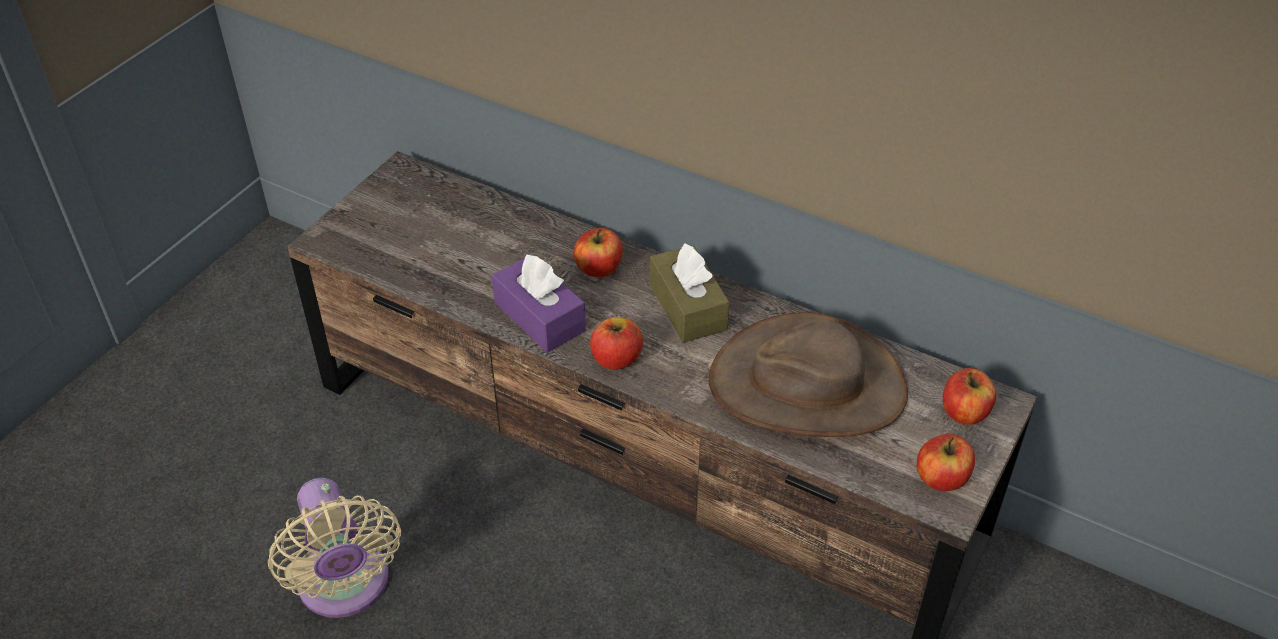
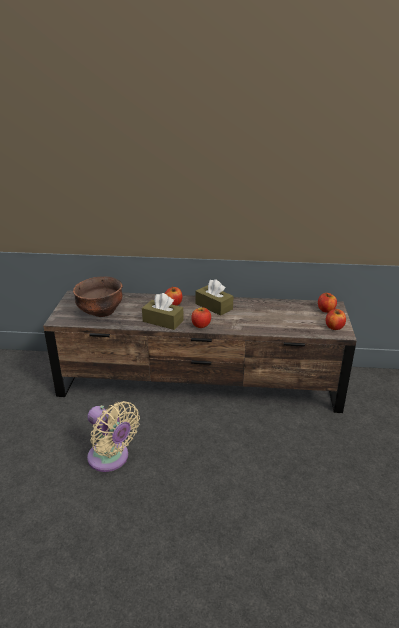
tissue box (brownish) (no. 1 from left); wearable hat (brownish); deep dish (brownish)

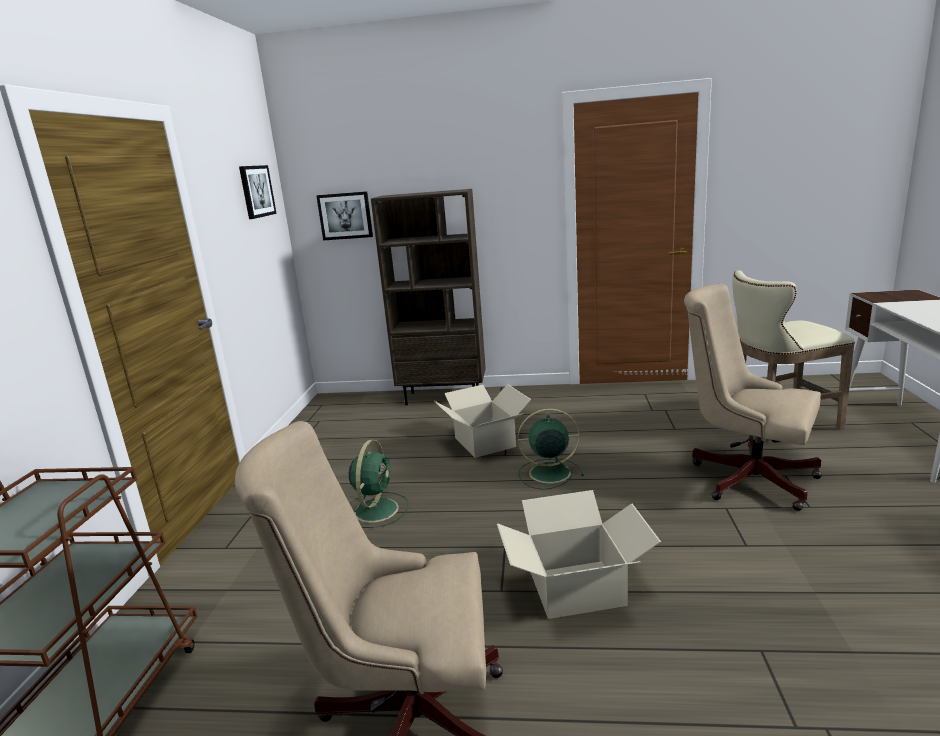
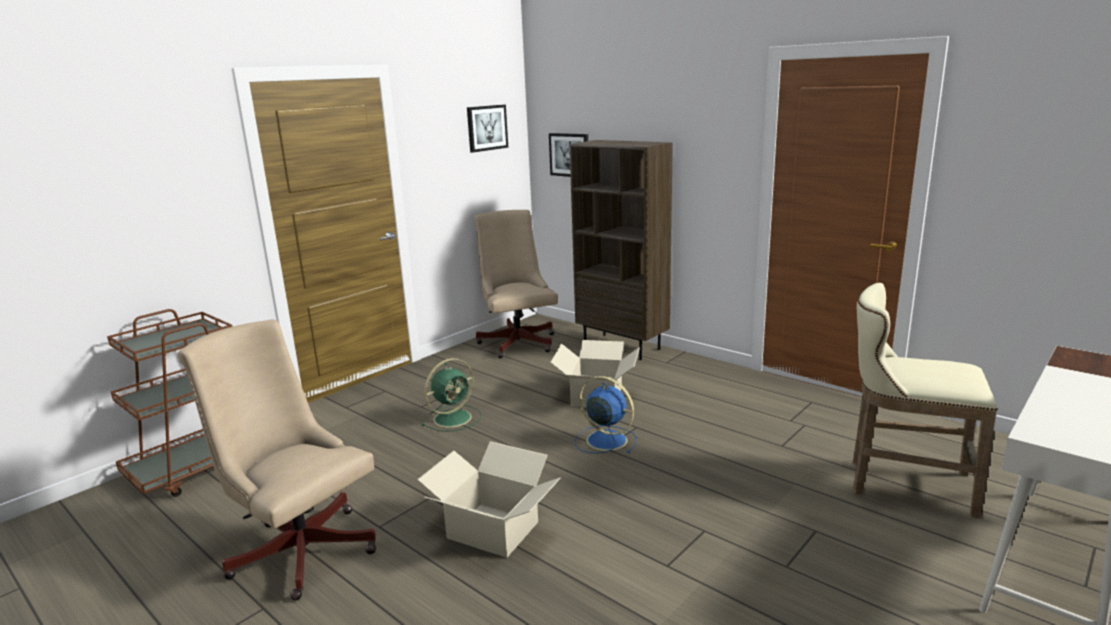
electric fan (bluish); desk chair (beige) (no. 2 from left)

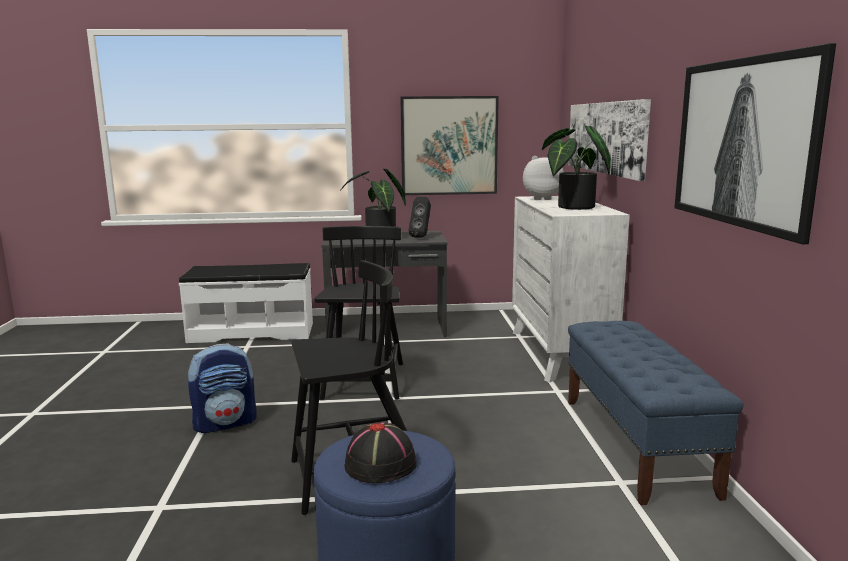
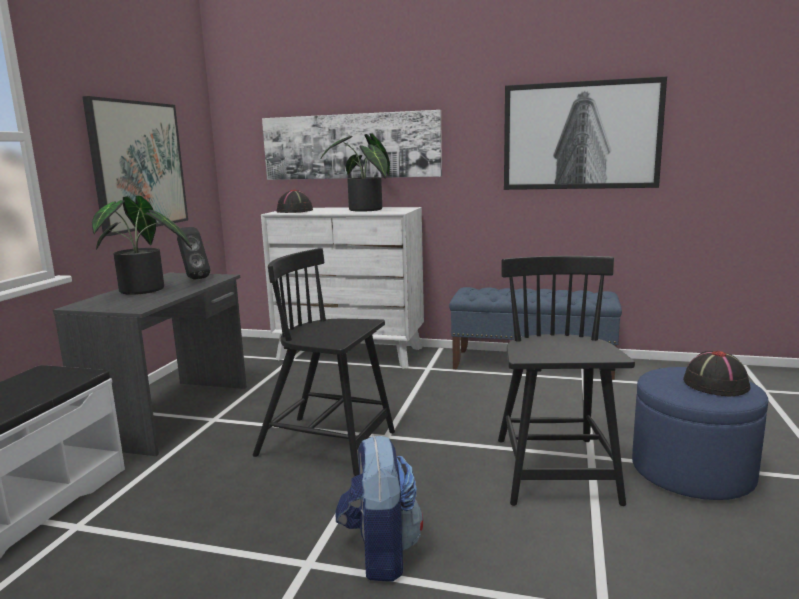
wearable hat (black-coloured) (no. 1 from left)

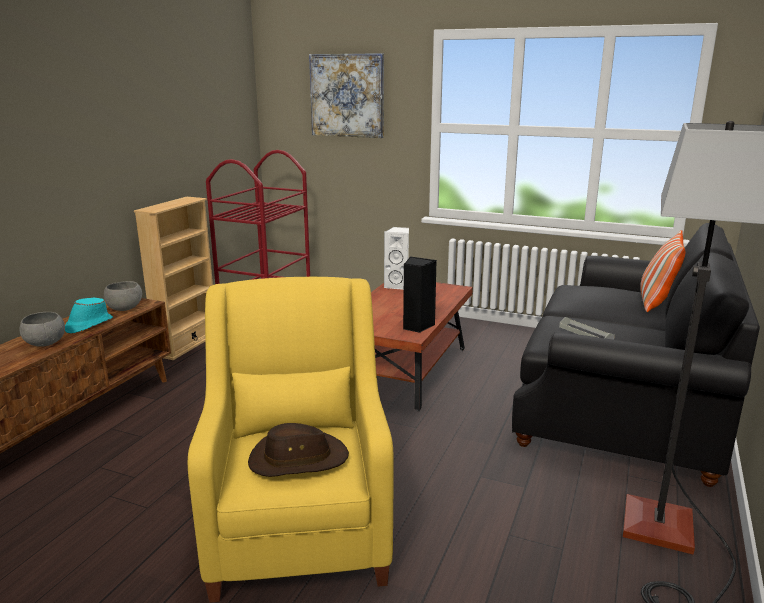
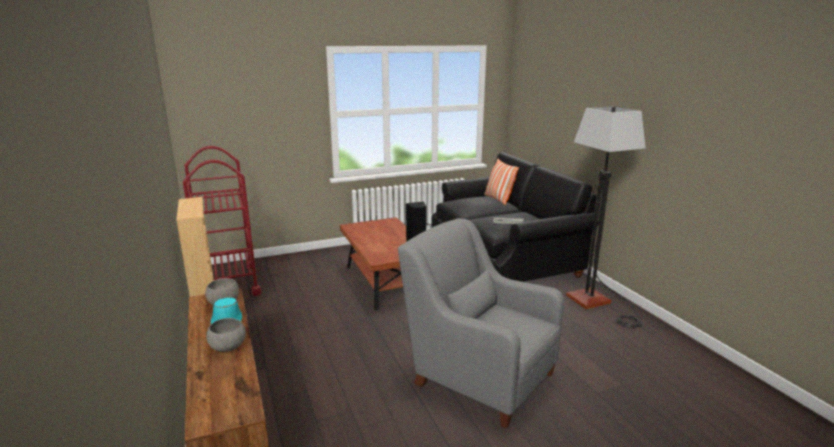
easy chair (gray); wearable hat (brownish); wall picture; audio speaker (whitish)

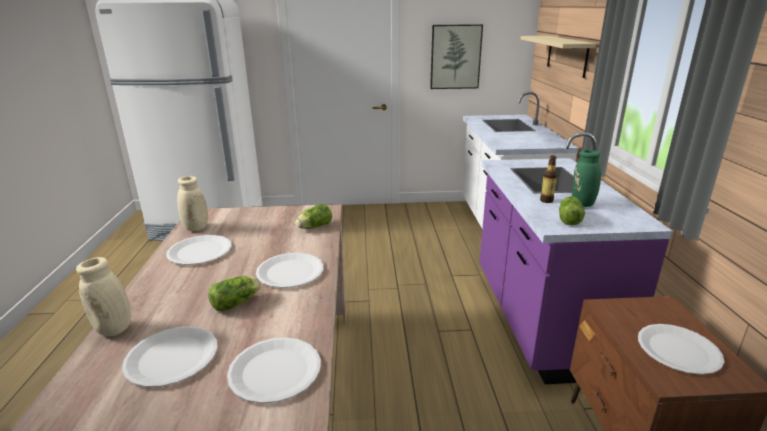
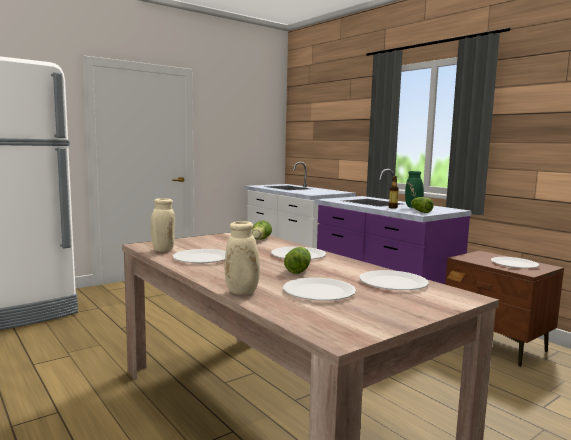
wall picture; bracket shelf (beige)

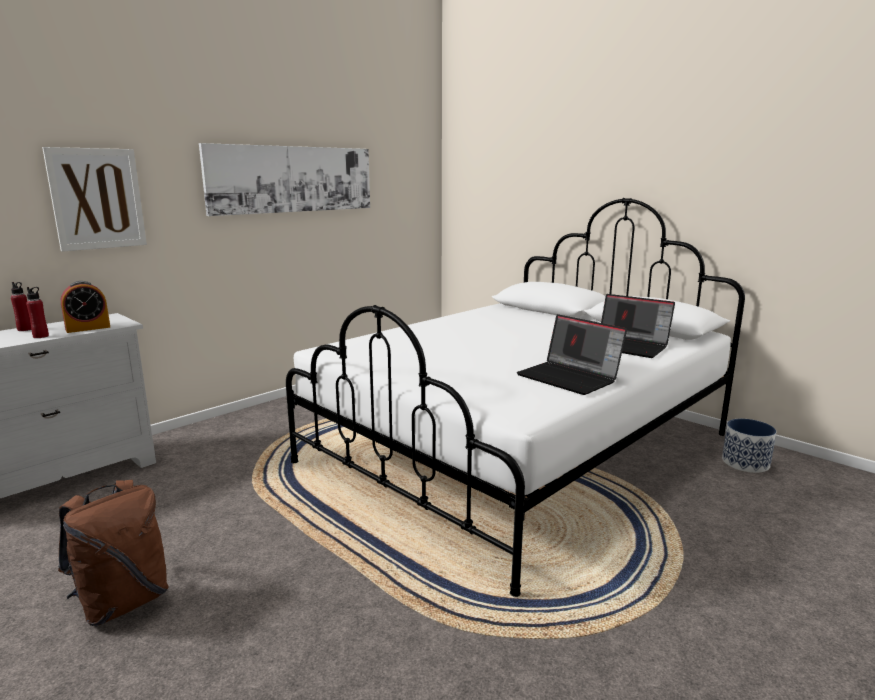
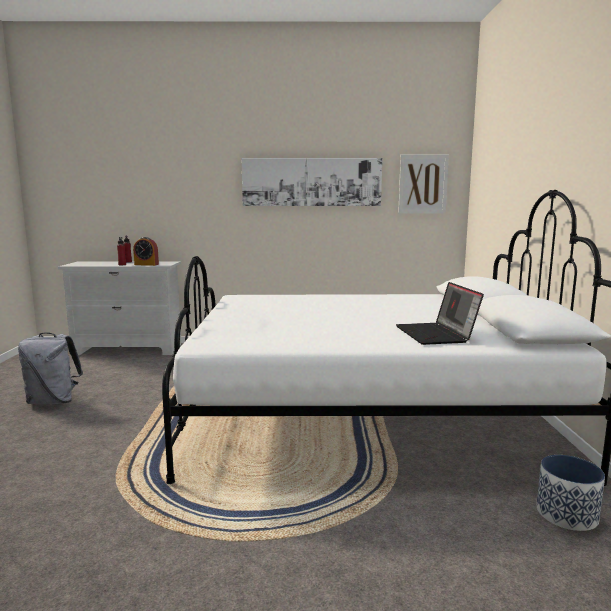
wall picture (no. 2 from left); backpack (gray); portable computer (no. 1 from left in the first image)

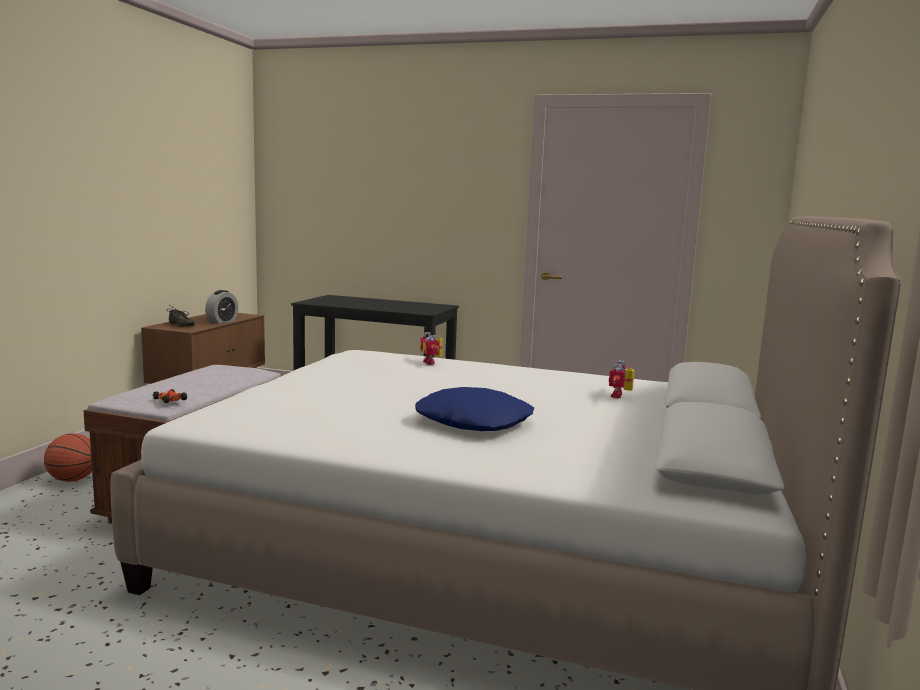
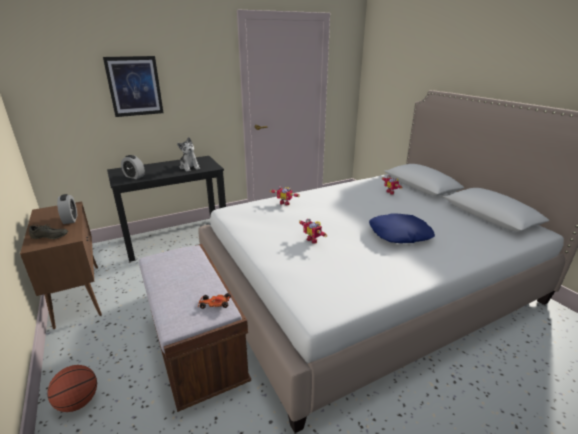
wall picture; table clock (no. 2 from left); plush toy; toy robot (no. 2 from left)

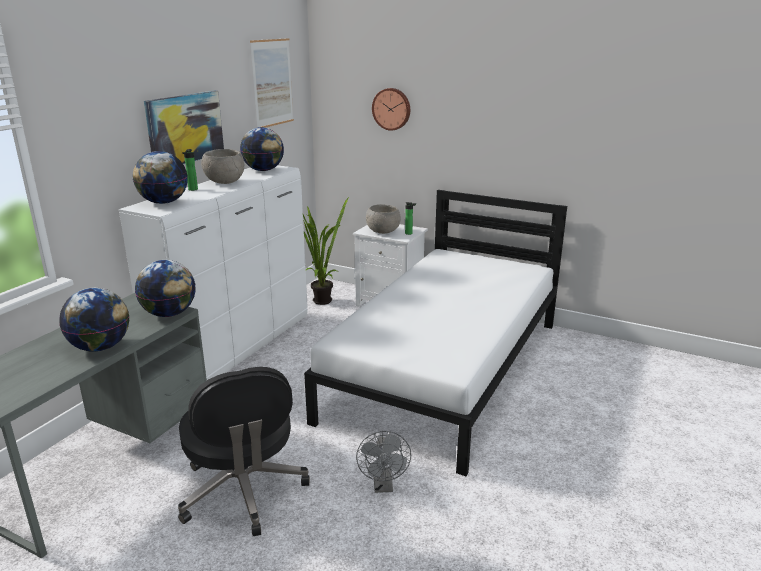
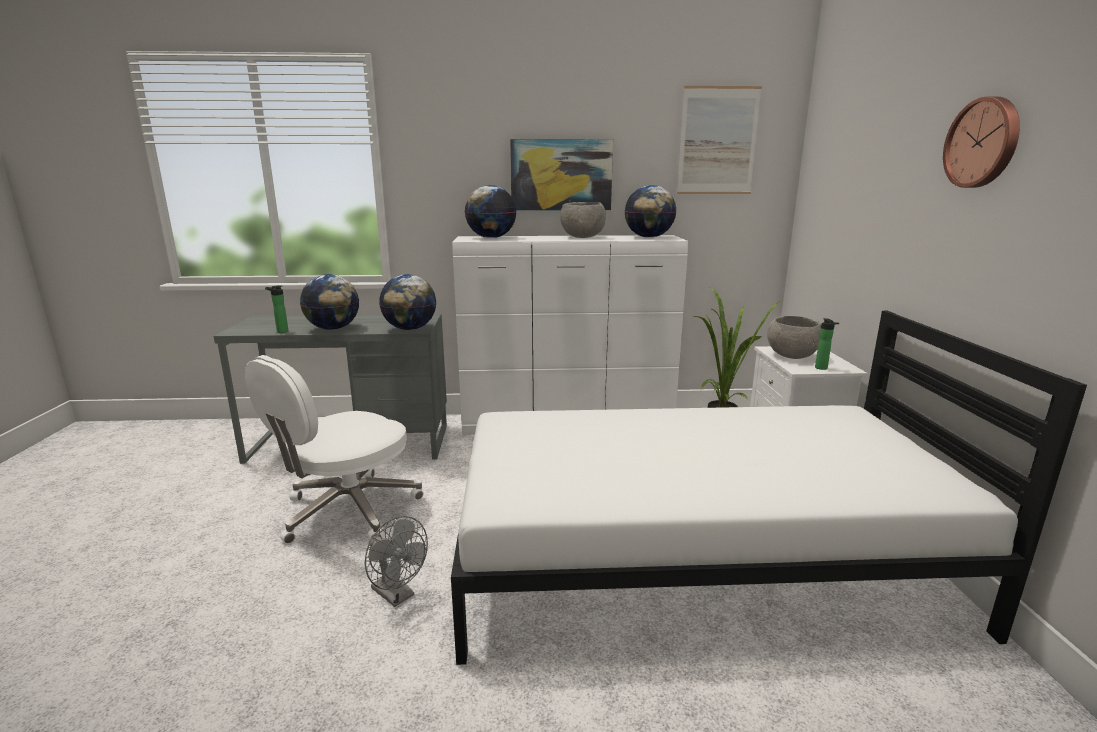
desk chair (whitish); beverage bottle (no. 1 from left); electric fan (gray); hanging clock

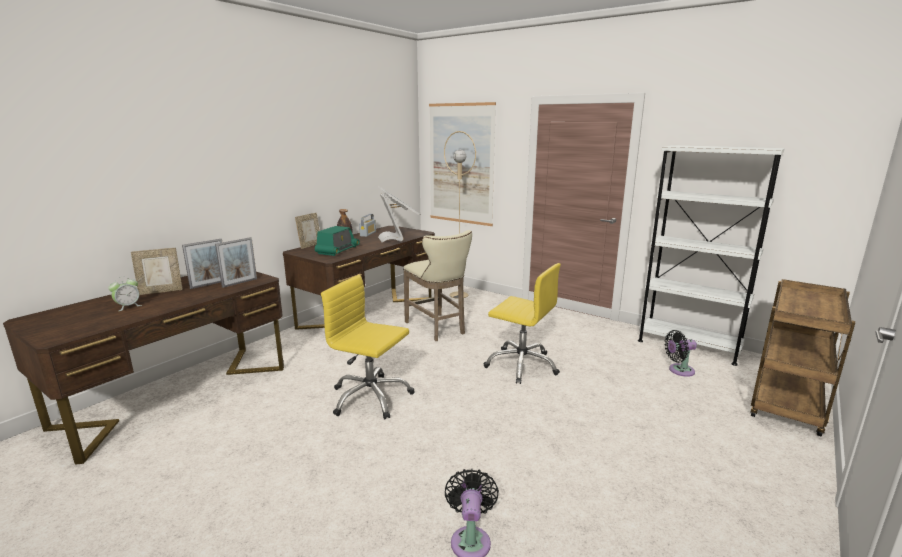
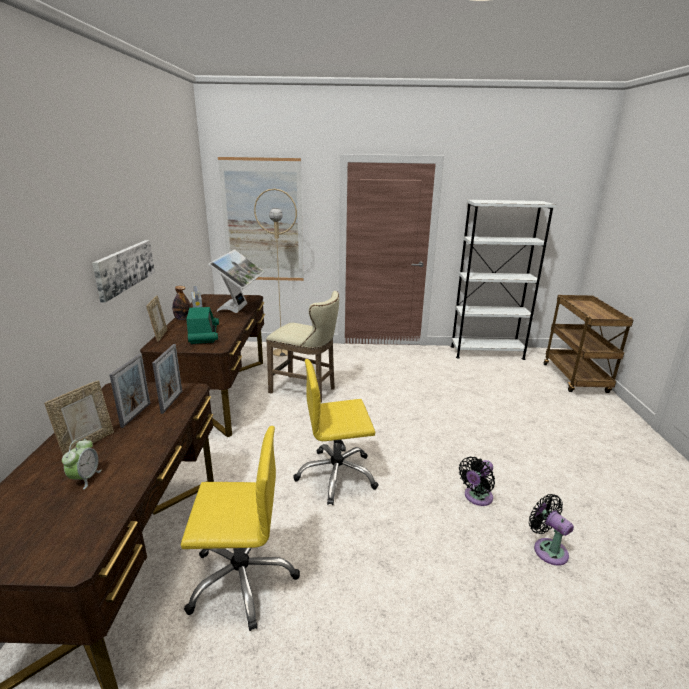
monitor; desk chair (yellow-coloured) (no. 1 from left); electric fan (black-coloured) (no. 1 from left); wall picture (no. 1 from left)

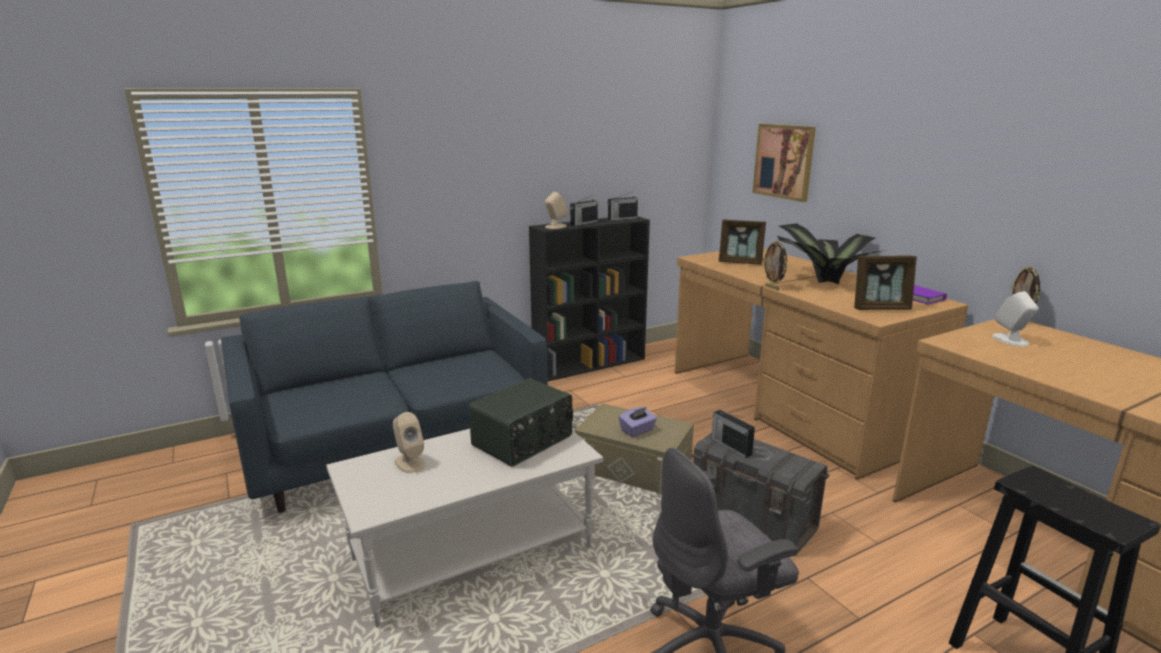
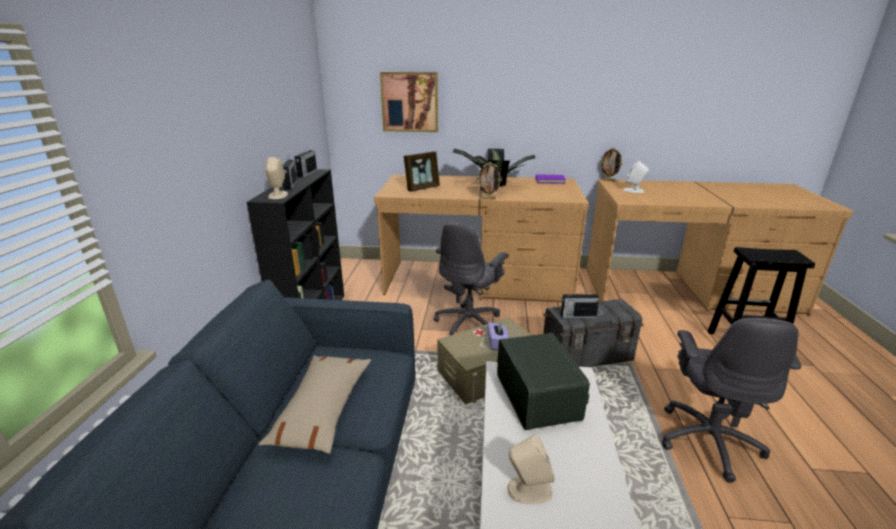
photo frame (no. 3 from left in the first image); throw pillow (beige); desk chair (gray) (no. 1 from left)

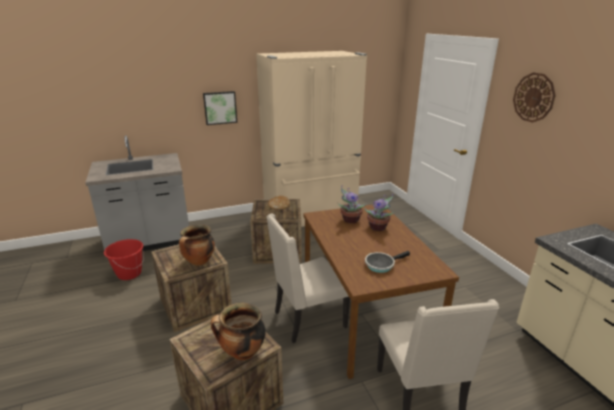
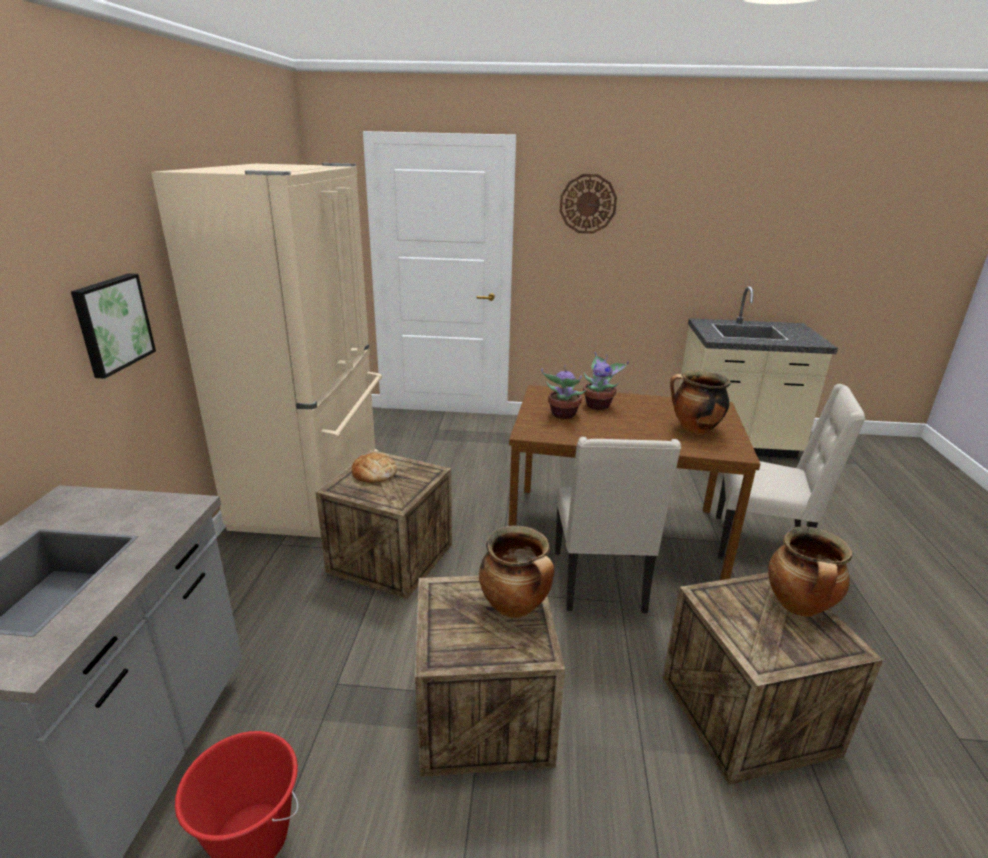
saucepot (no. 2 from left)

